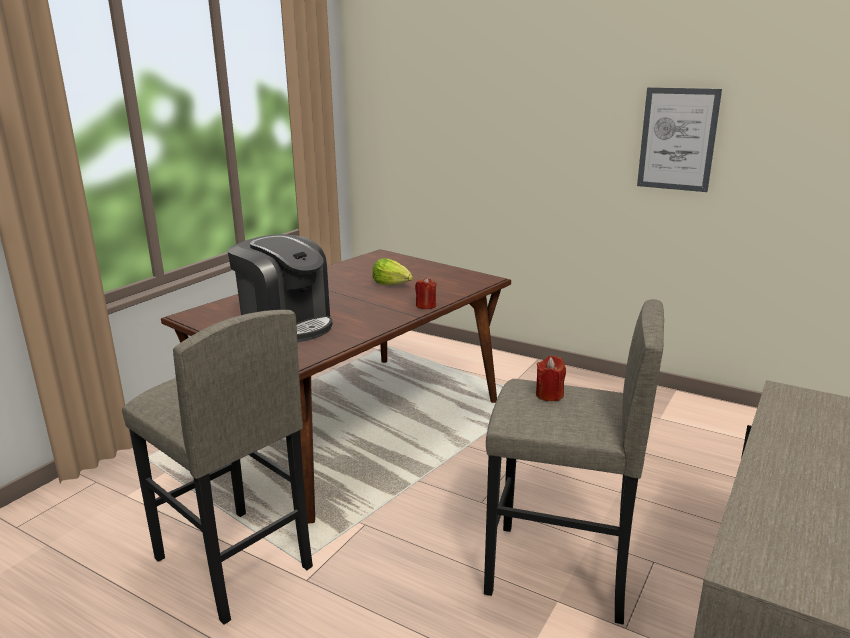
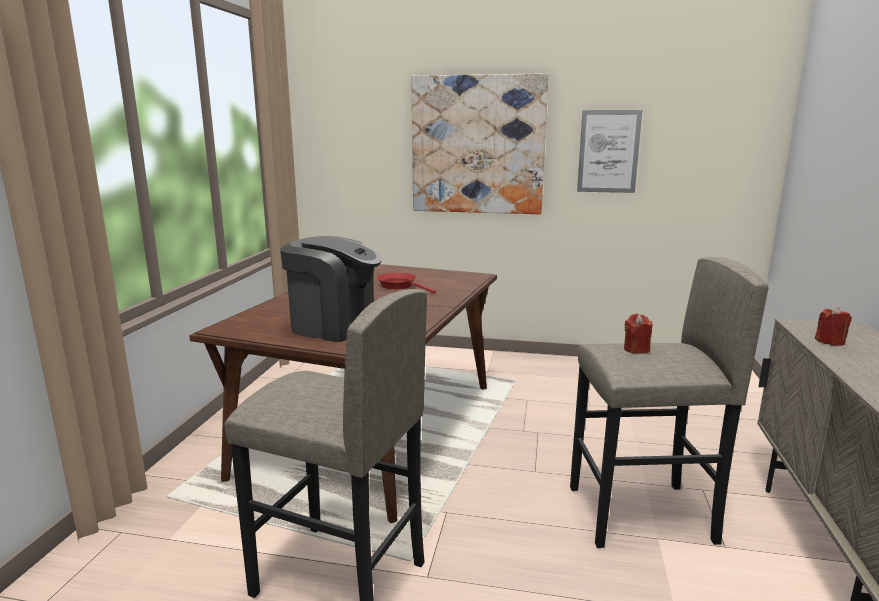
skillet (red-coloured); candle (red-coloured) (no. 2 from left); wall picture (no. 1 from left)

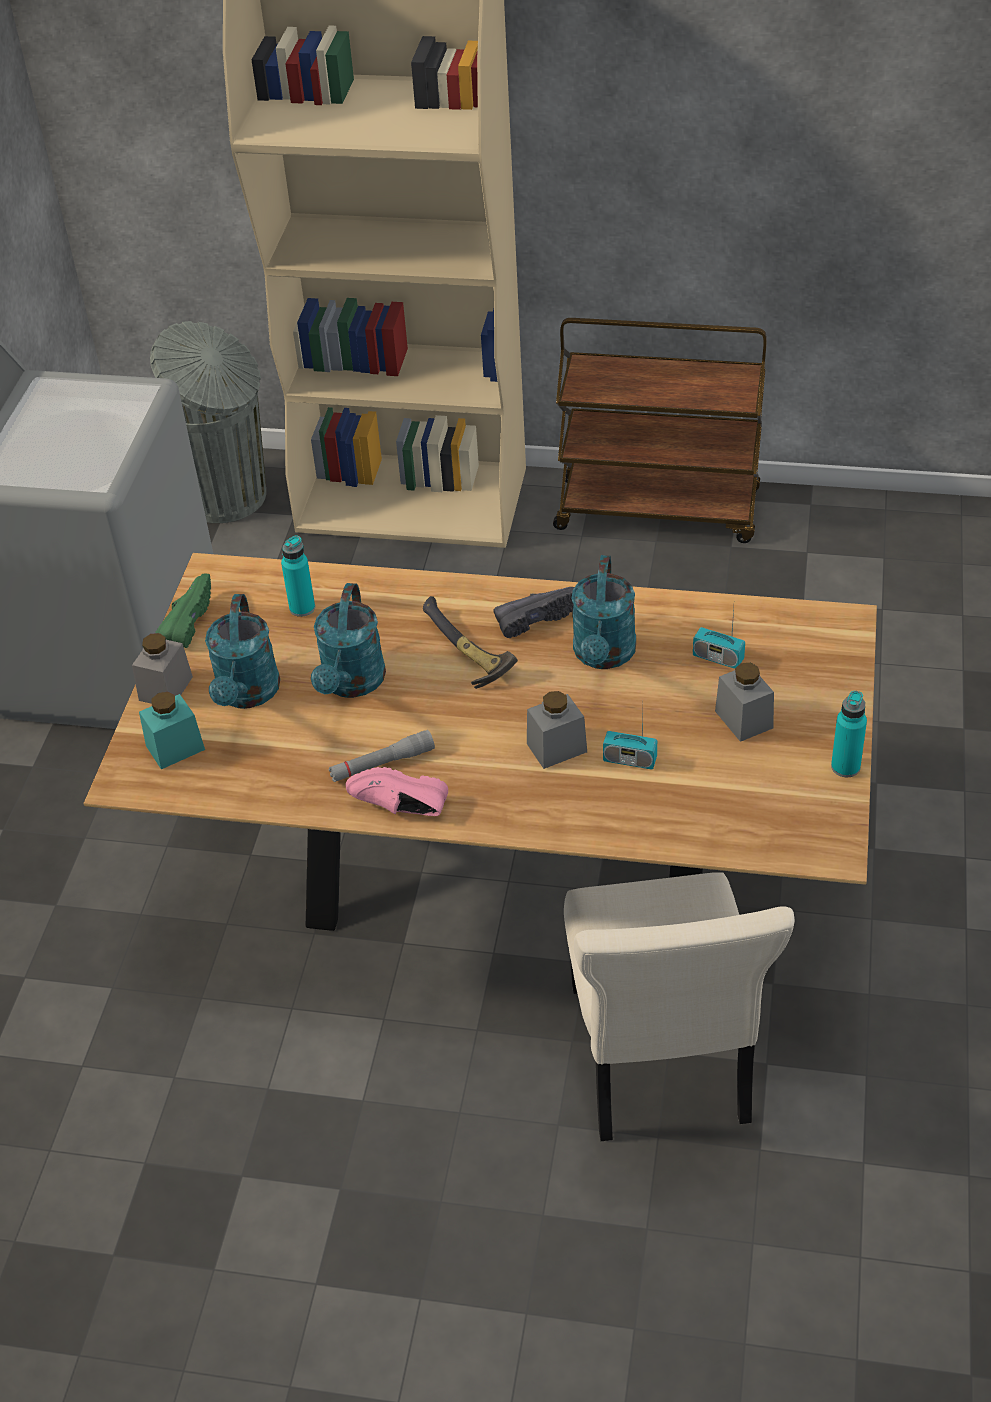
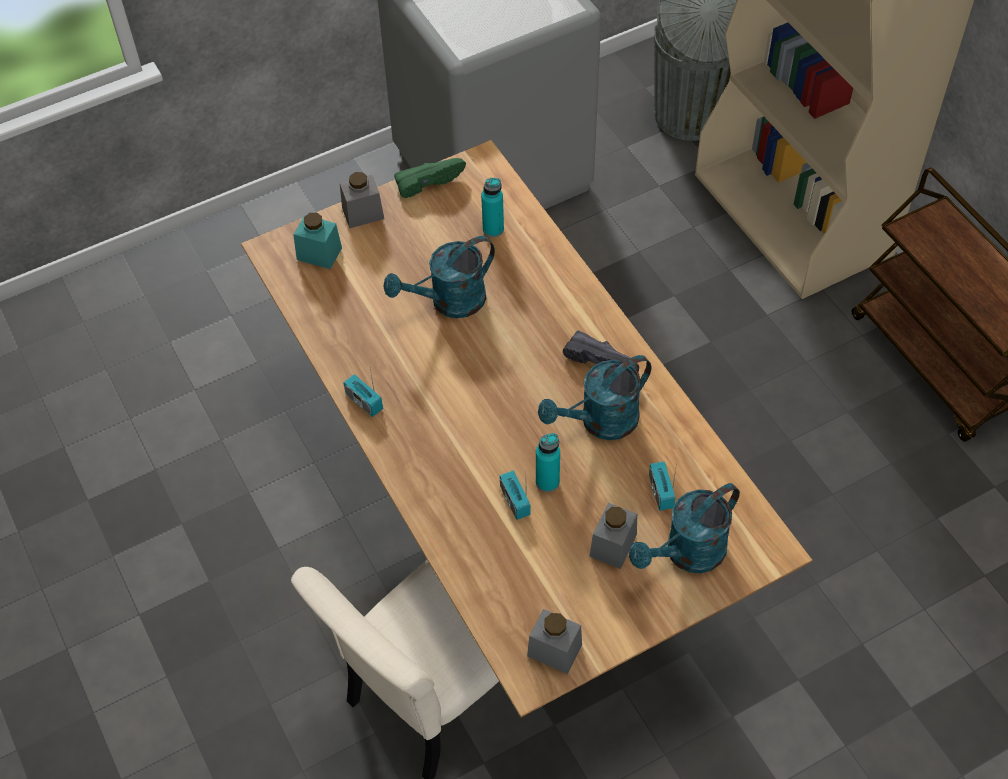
watering can (blue-green) (no. 3 from left); torch (gray); radio (no. 1 from left); tool hammer; jar (gray) (no. 2 from left); beverage bottle (blue-green) (no. 2 from left)

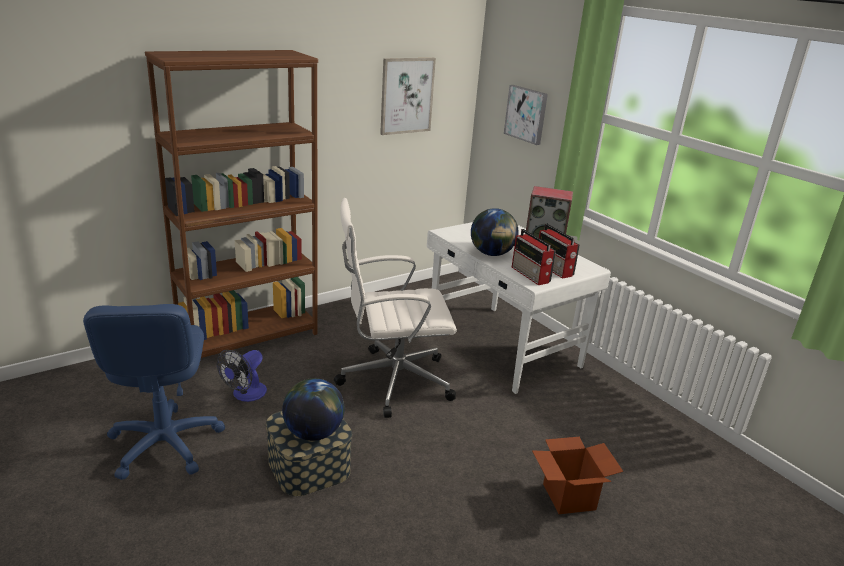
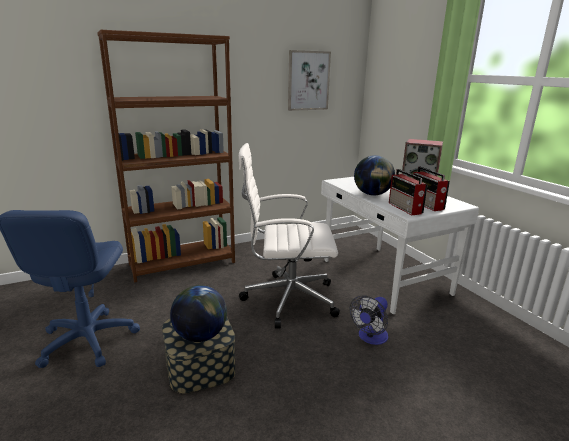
electric fan; wall picture (no. 2 from left in the first image); cardboard box

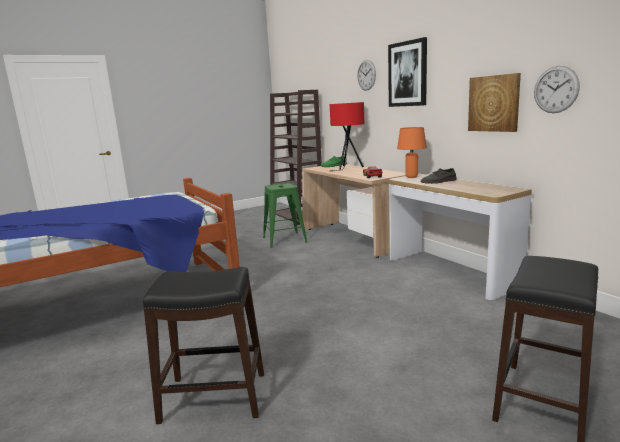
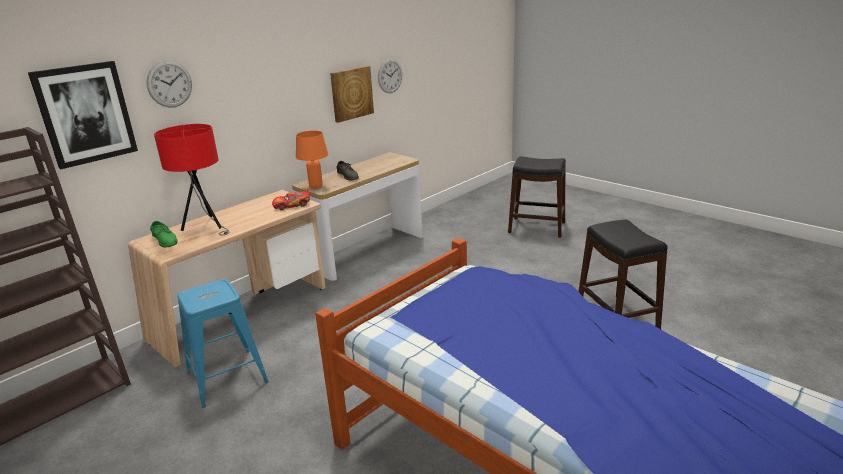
stool seat (bluish); wall picture (no. 1 from left)

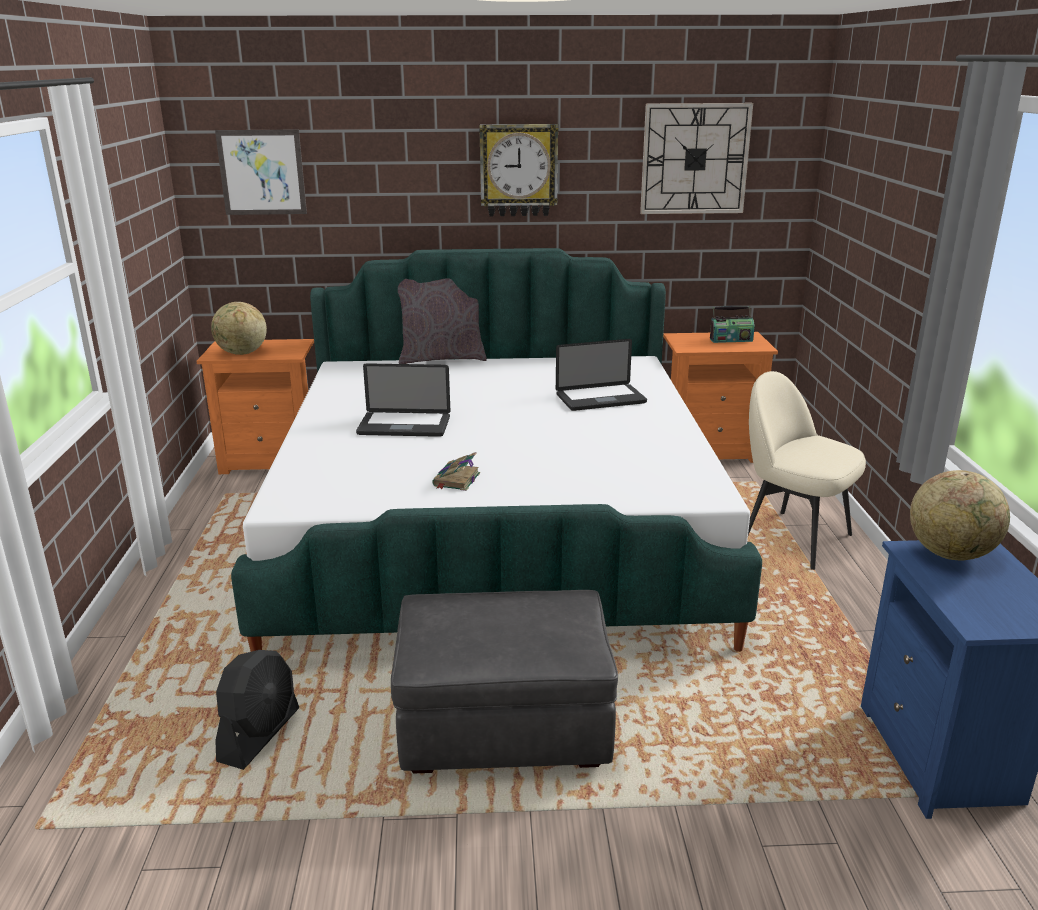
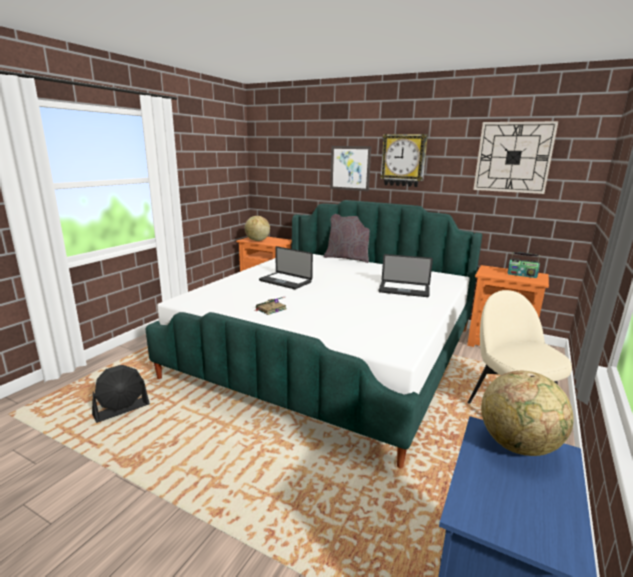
wall picture; ottoman (gray)

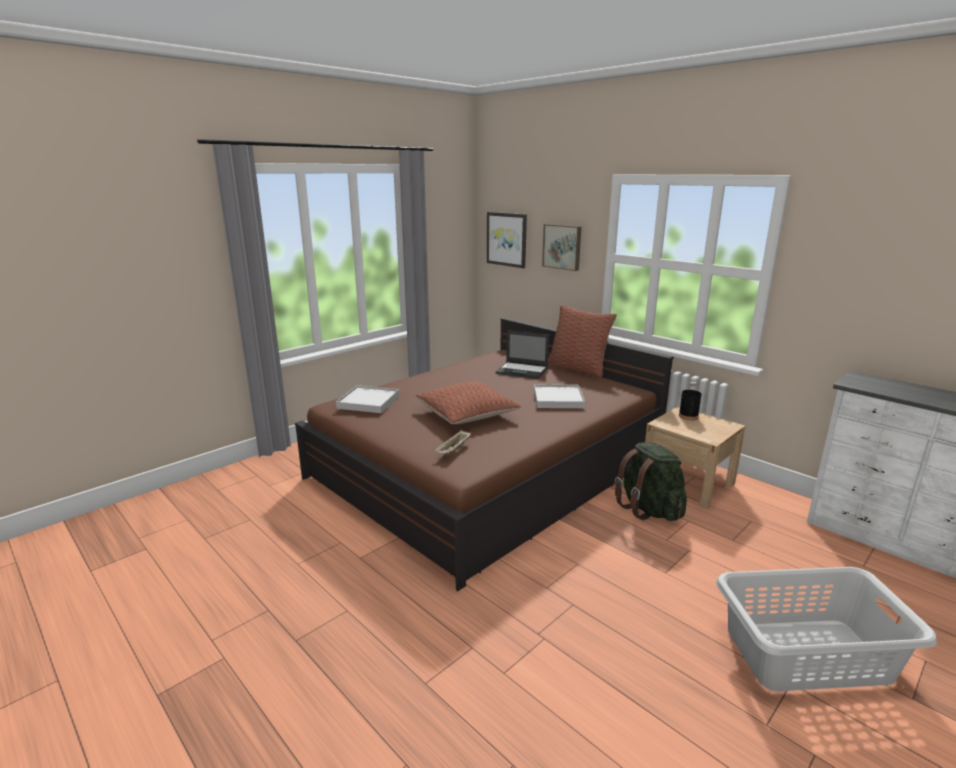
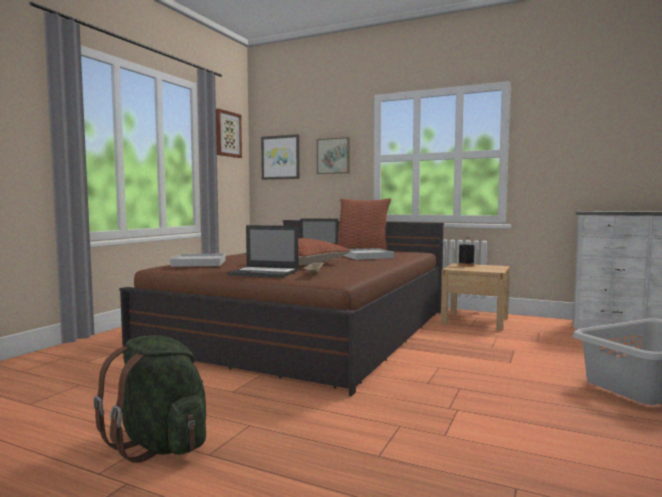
backpack (greenish); wall picture (no. 1 from left); portable computer (no. 1 from left)

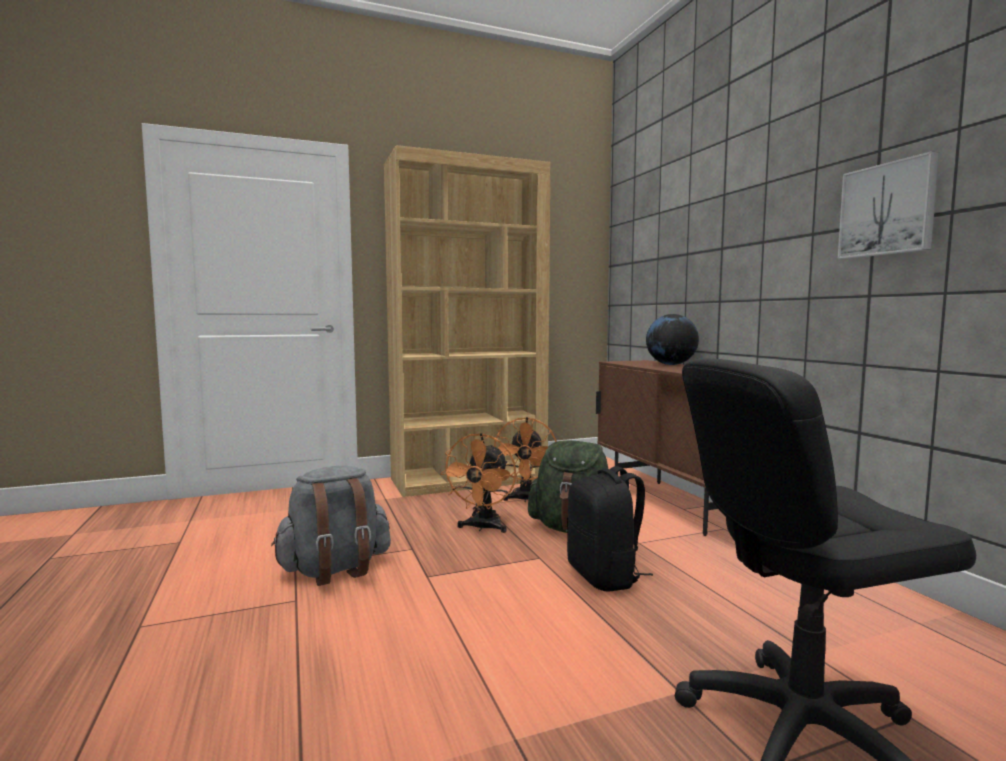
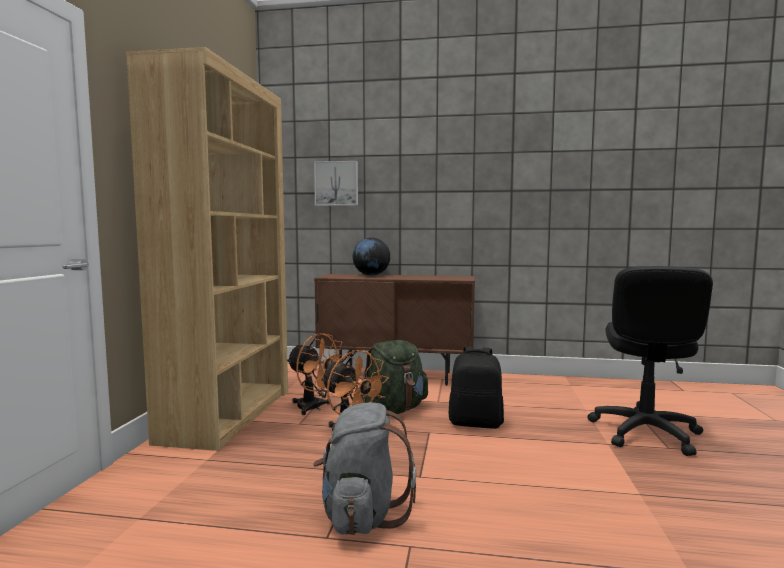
wall picture

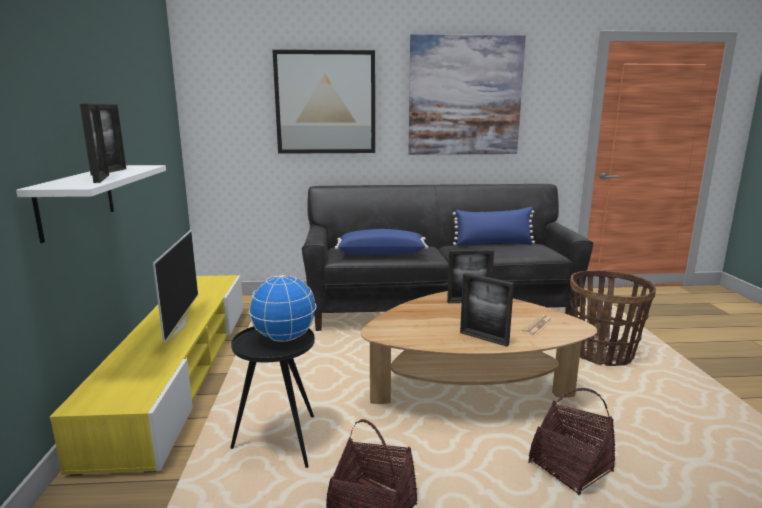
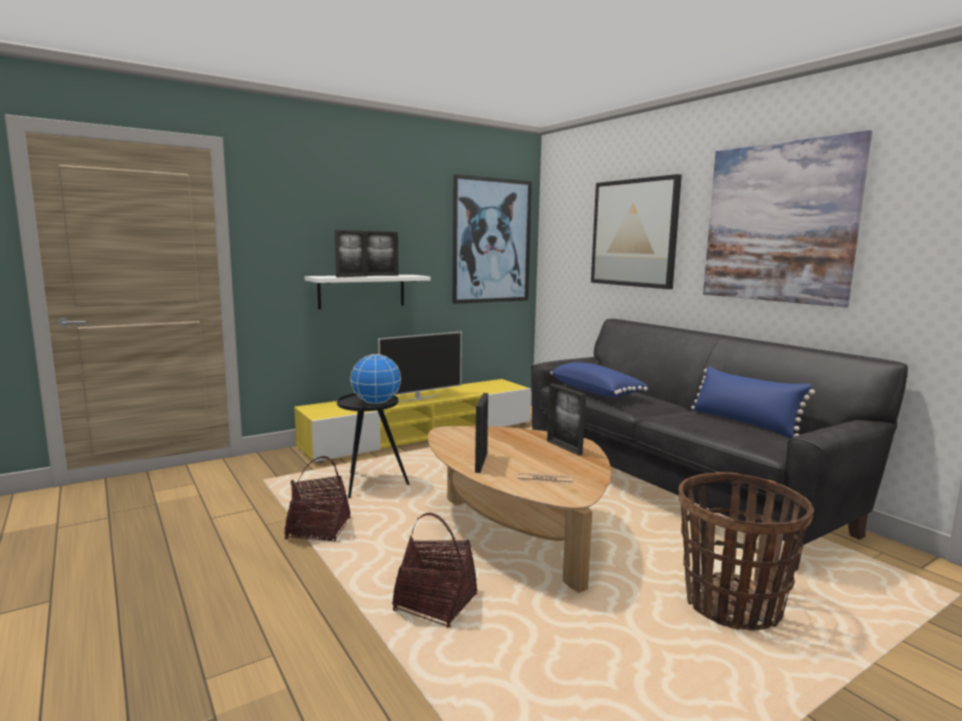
wall picture (no. 1 from left)

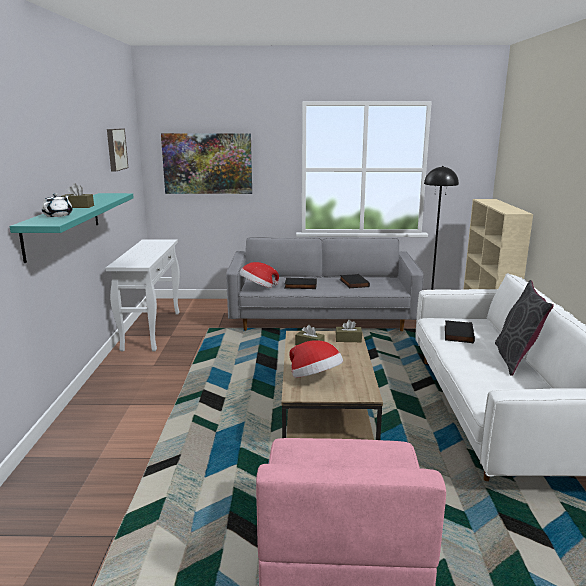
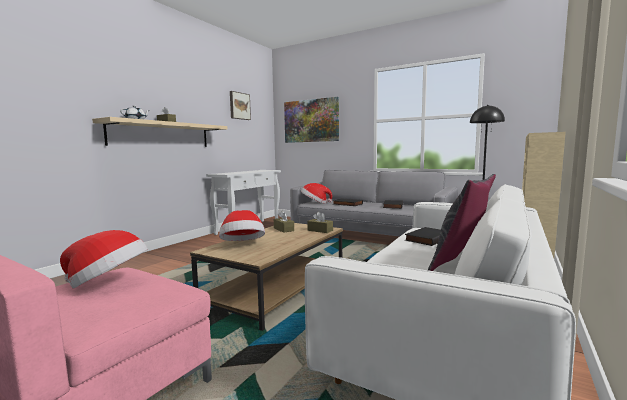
bracket shelf (beige); wearable hat (no. 1 from left)

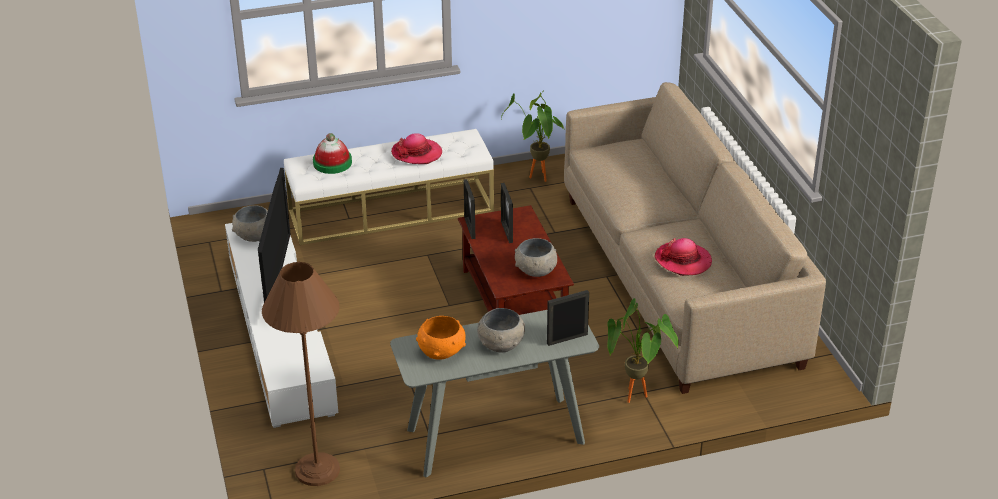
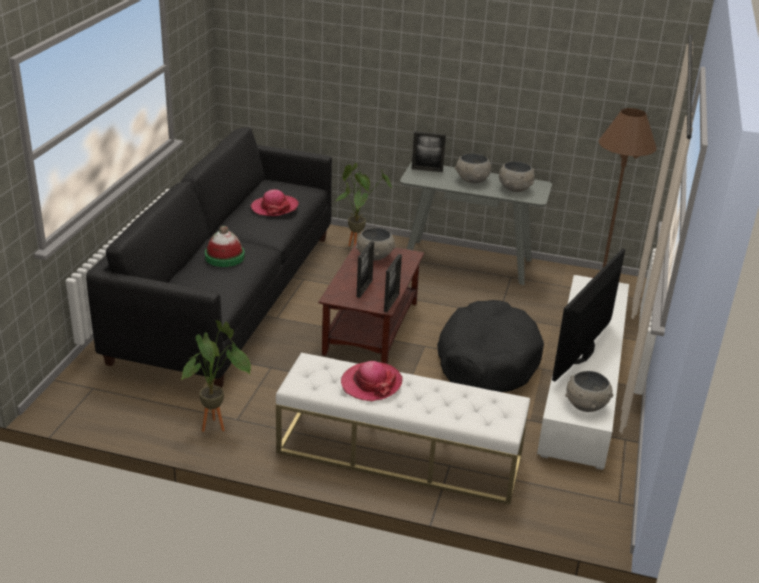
wearable hat (no. 1 from left); deep dish (gray) (no. 3 from left); sofa (black-coloured); pet bed (black-coloured)

